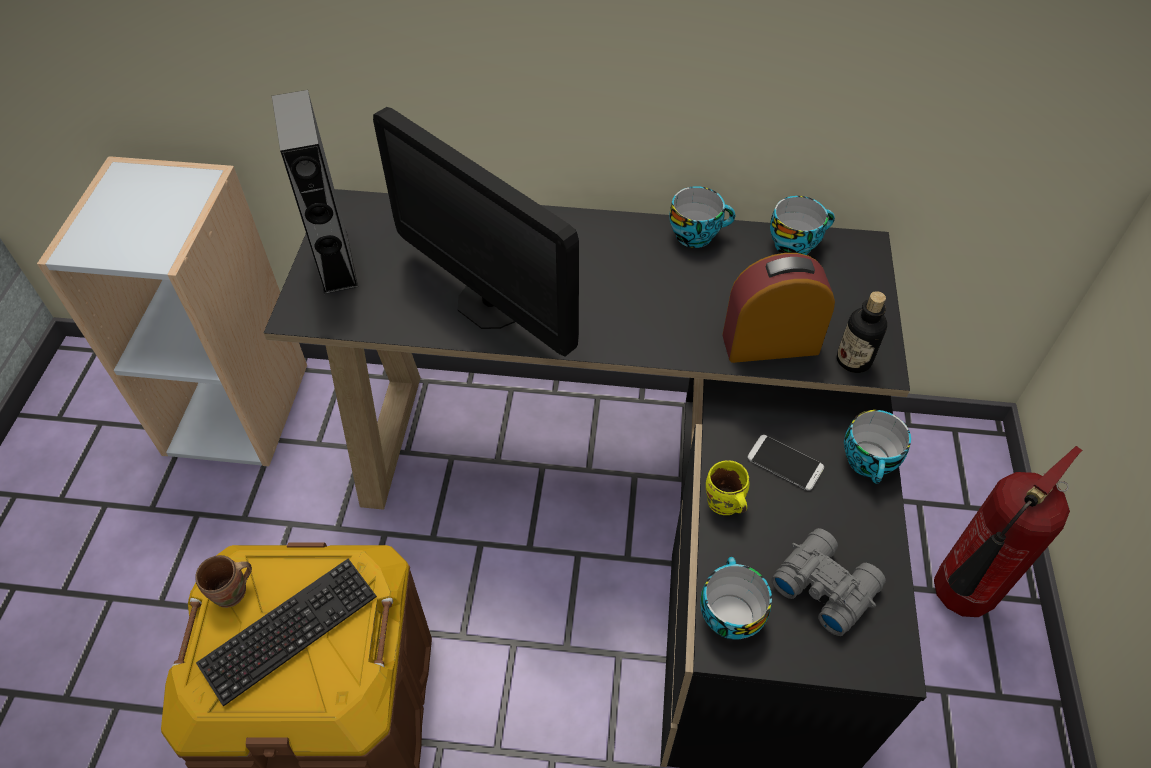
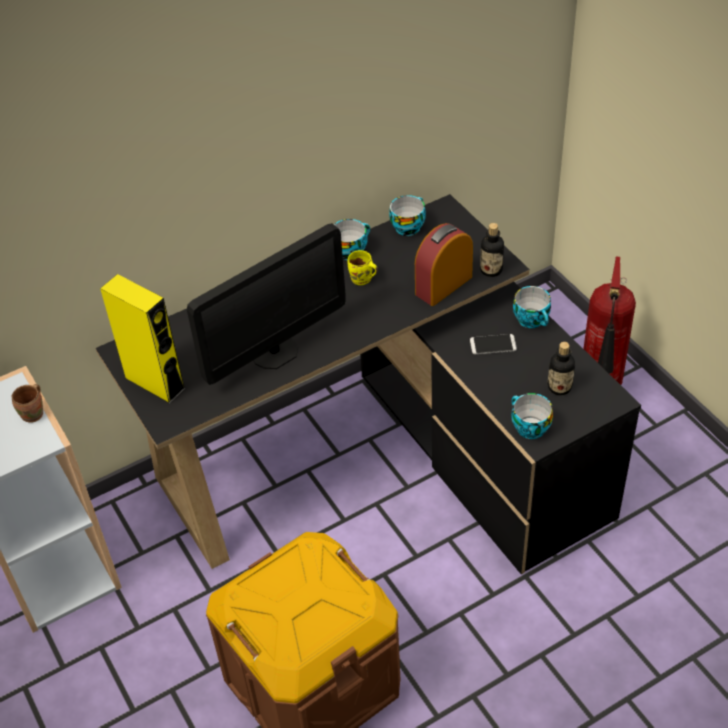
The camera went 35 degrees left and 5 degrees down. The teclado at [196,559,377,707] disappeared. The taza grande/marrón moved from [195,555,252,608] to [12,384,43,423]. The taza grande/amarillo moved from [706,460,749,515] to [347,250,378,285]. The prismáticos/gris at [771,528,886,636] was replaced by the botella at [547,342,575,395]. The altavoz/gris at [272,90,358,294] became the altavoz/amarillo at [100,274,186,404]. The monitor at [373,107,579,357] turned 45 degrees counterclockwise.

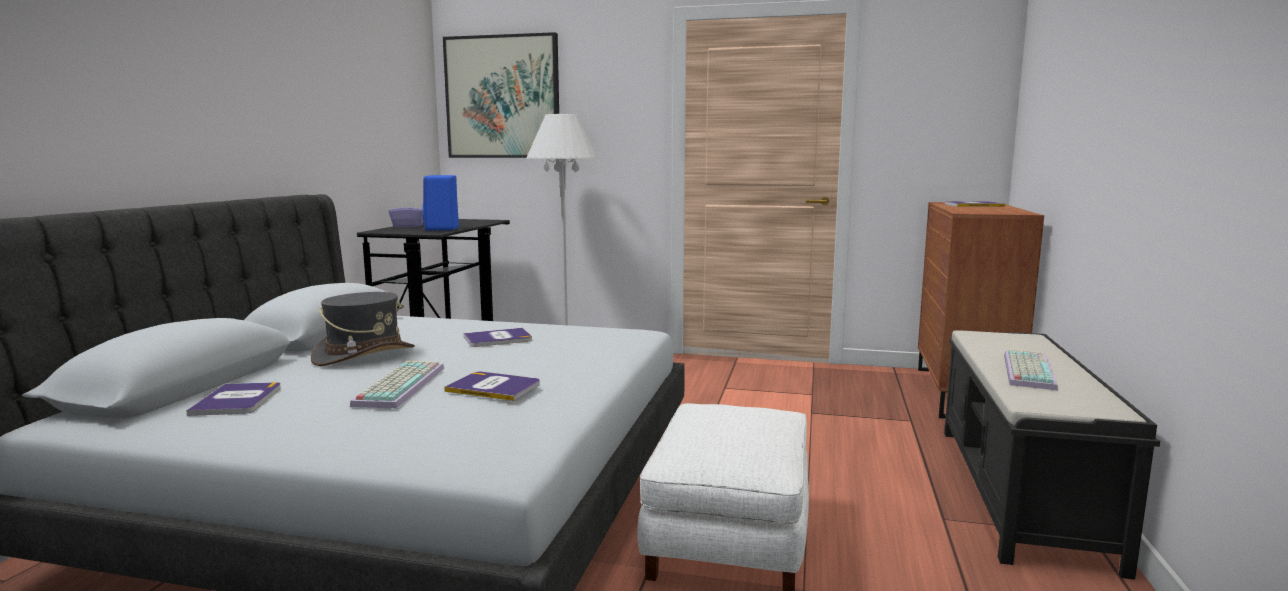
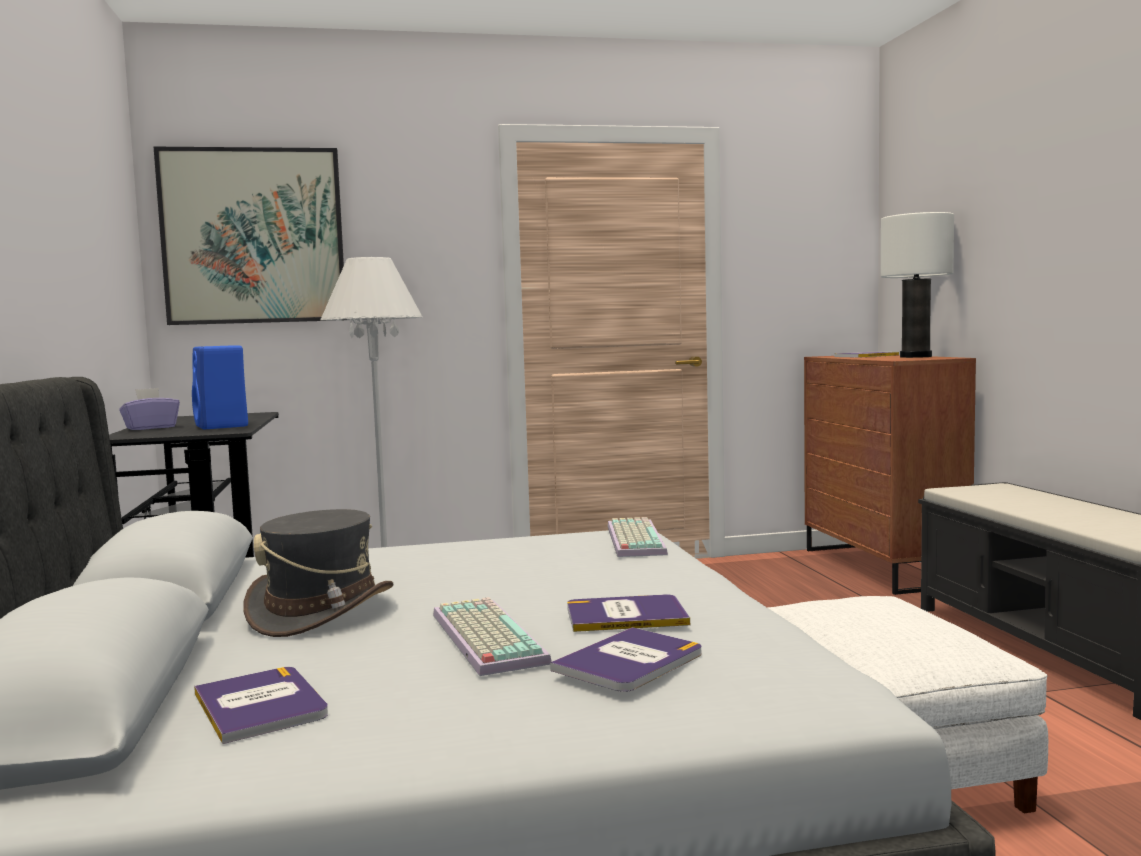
The camera went 25 degrees left and 5 degrees down. The lámpara de mesa/blanco at [881,212,954,358] appeared. The libro moved from [464,328,532,347] to [550,627,702,692]. The teclado moved from [1004,349,1058,391] to [607,517,668,557].

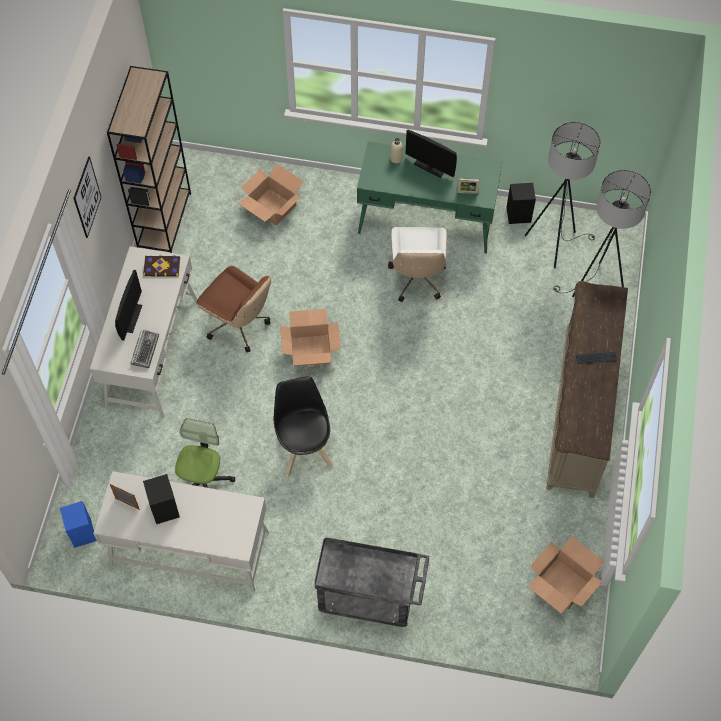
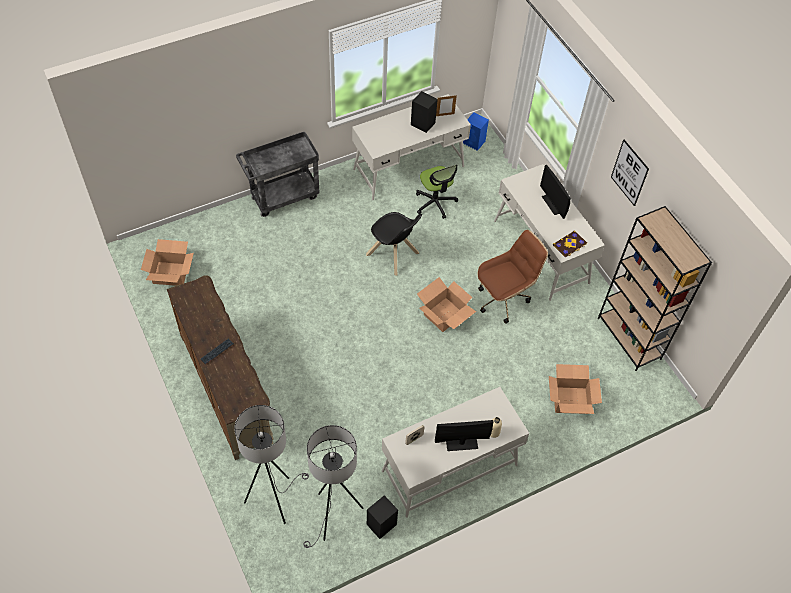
The camera went 140 degrees right and 5 degrees down. The teclado at [131,330,159,368] disappeared. The silla de oficina/blanco at [388,227,447,302] disappeared. The escritorio/verde at [357,141,502,254] became the escritorio/blanco at [382,387,529,518]. The silla de oficina/marrón at [196,266,271,353] turned 150 degrees clockwise.

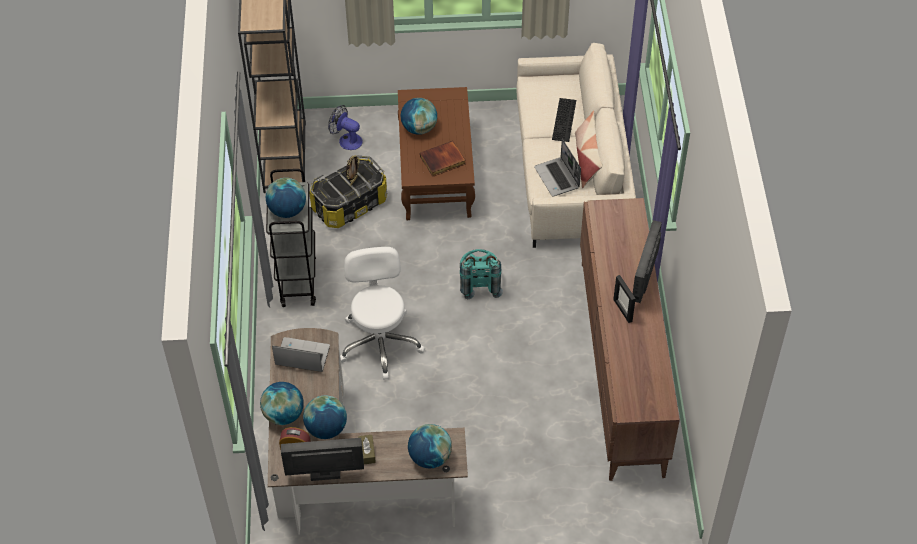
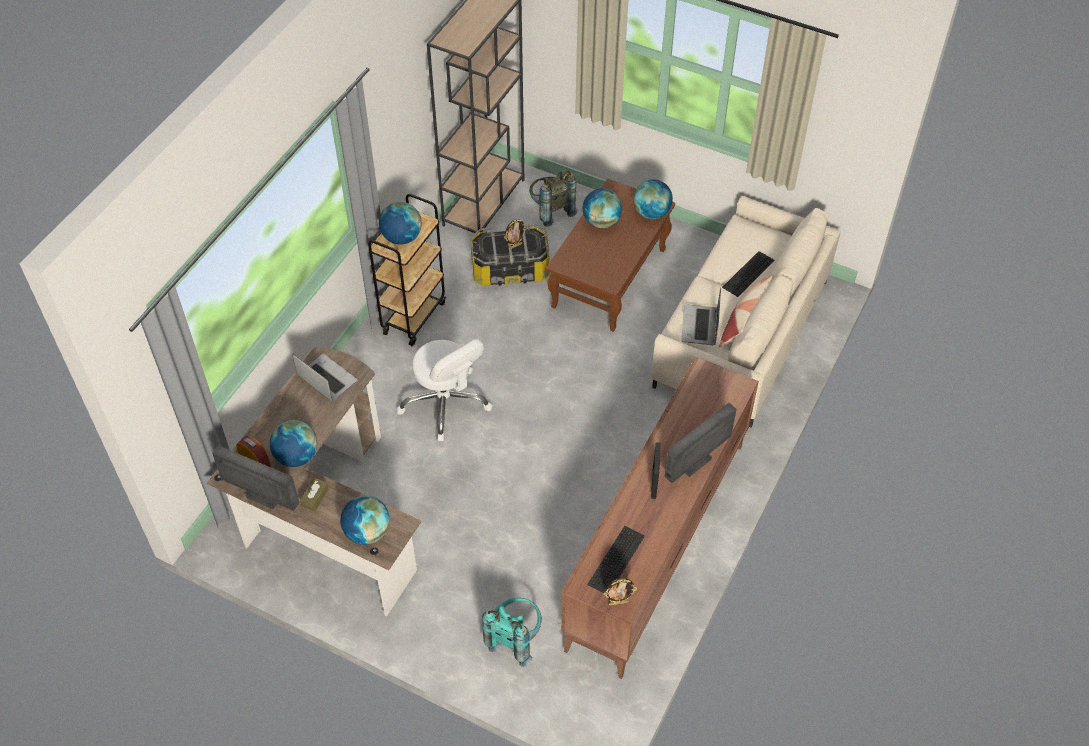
The camera went 30 degrees right and 0 degrees up. The libro at [420,141,466,177] disappeared. The teclado at [587,526,645,593] appeared. The portarretratos at [604,578,637,606] appeared. The globo terráqueo moved from [260,382,304,425] to [633,179,673,219]. The mochila/turquesa moved from [460,249,503,299] to [482,598,542,667]. The ventilador at [328,105,362,150] was replaced by the mochila/gris at [529,171,577,227]. The carrito/gris at [266,169,316,307] became the carrito/marrón at [368,194,446,346]. The silla de oficina/blanco at [340,247,425,379] turned 120 degrees clockwise.

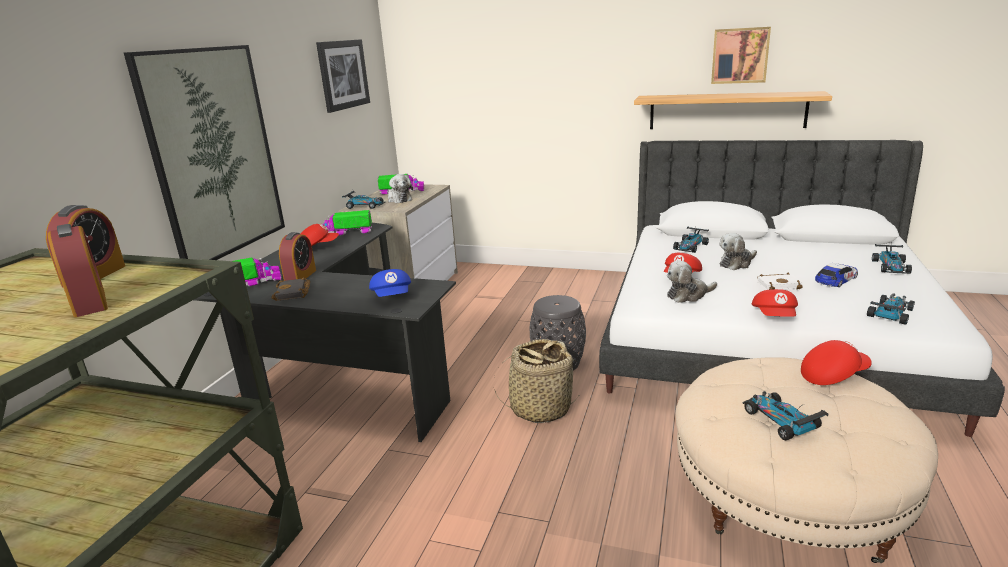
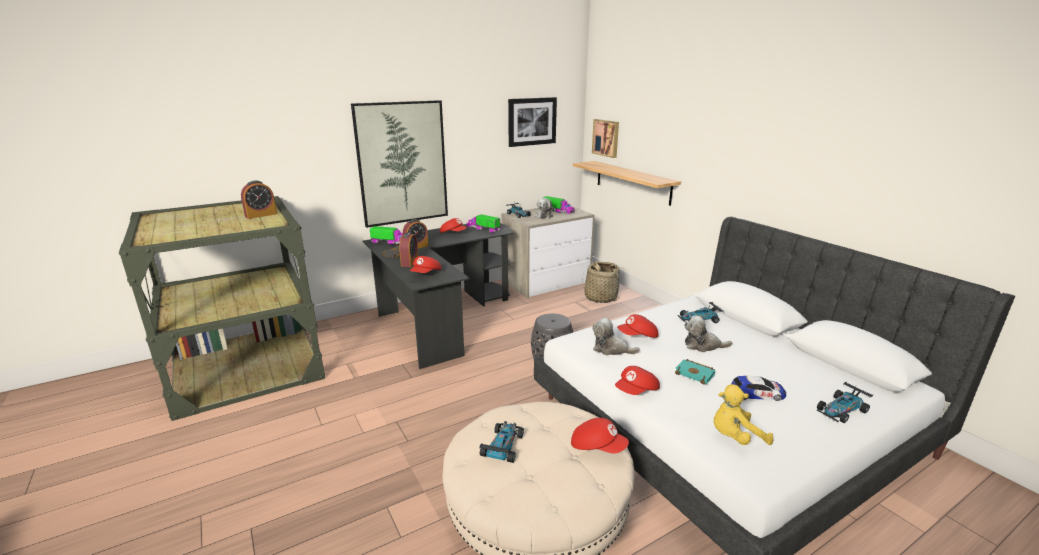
The camera went 40 degrees right and 0 degrees up. The despertador moved from [48,224,108,317] to [399,233,418,267]. The cesta moved from [494,339,580,423] to [582,261,620,303]. The estante moved from [634,91,832,129] to [573,161,681,206]. The cuadro moved from [711,27,771,84] to [592,119,619,158]. The coche de juguete at [867,293,915,325] was replaced by the peluche/amarillo at [714,384,773,445]. The gorra/azul at [369,269,411,297] became the gorra/rojo at [410,256,442,273]. The libro/blanco at [757,272,803,290] became the libro/turquesa at [675,359,715,384].

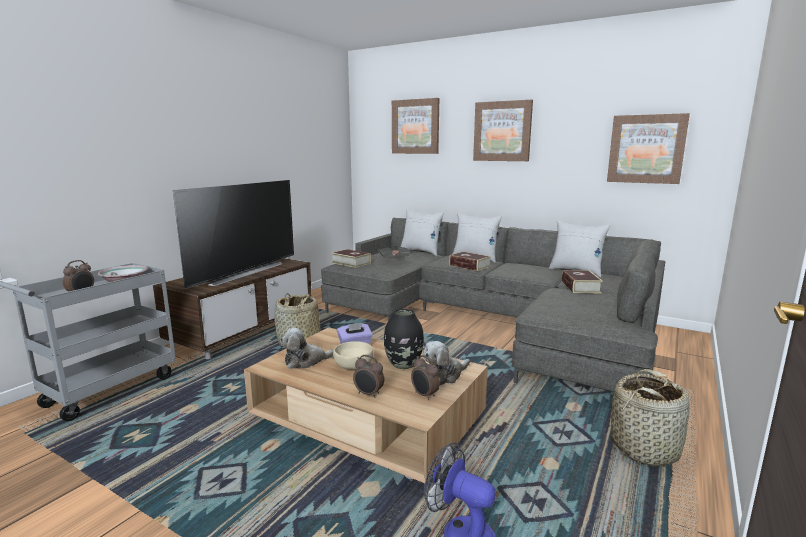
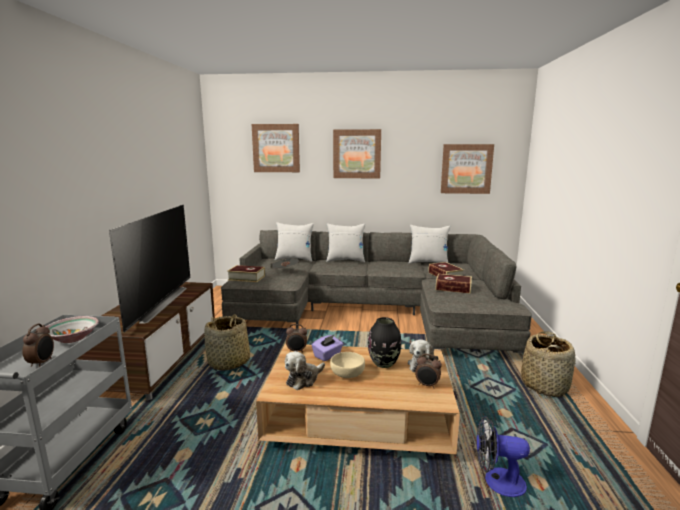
The camera went 25 degrees left and 0 degrees up. The despertador moved from [353,355,384,398] to [286,324,307,353]. The libro moved from [449,252,491,271] to [435,274,472,294].

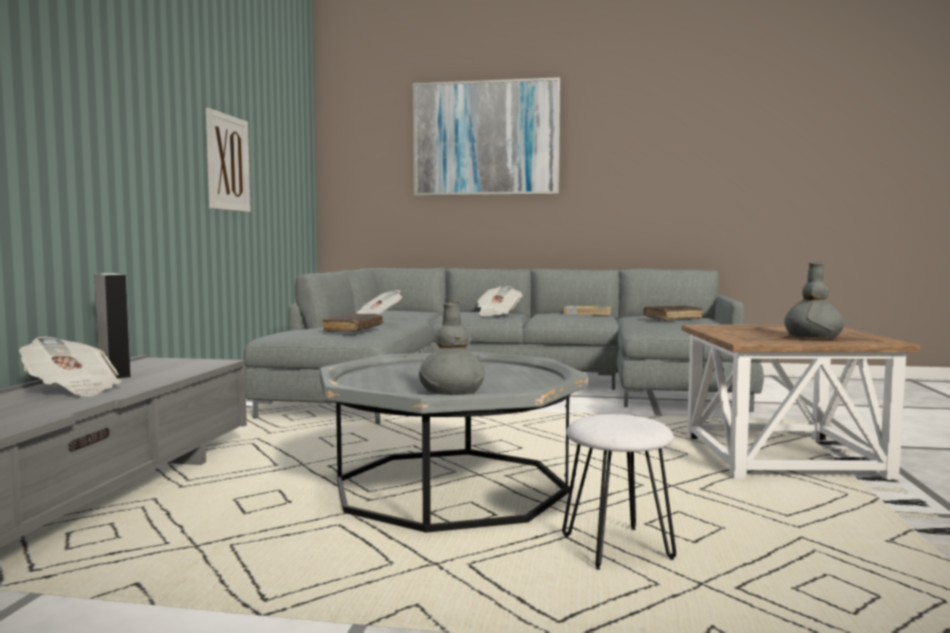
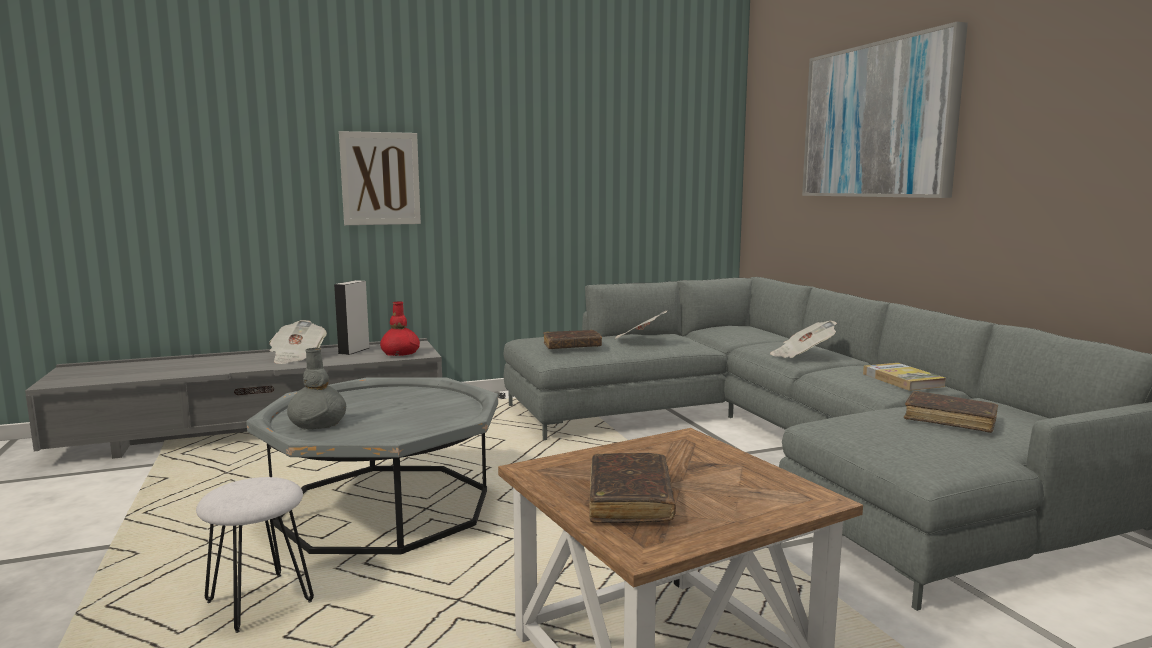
The camera went 60 degrees right and 5 degrees up. The florero/rojo at [380,301,420,356] appeared. The cuadro moved from [206,108,251,212] to [339,131,421,225]. The florero/gris at [784,263,844,338] was replaced by the libro/marrón at [589,453,676,523].

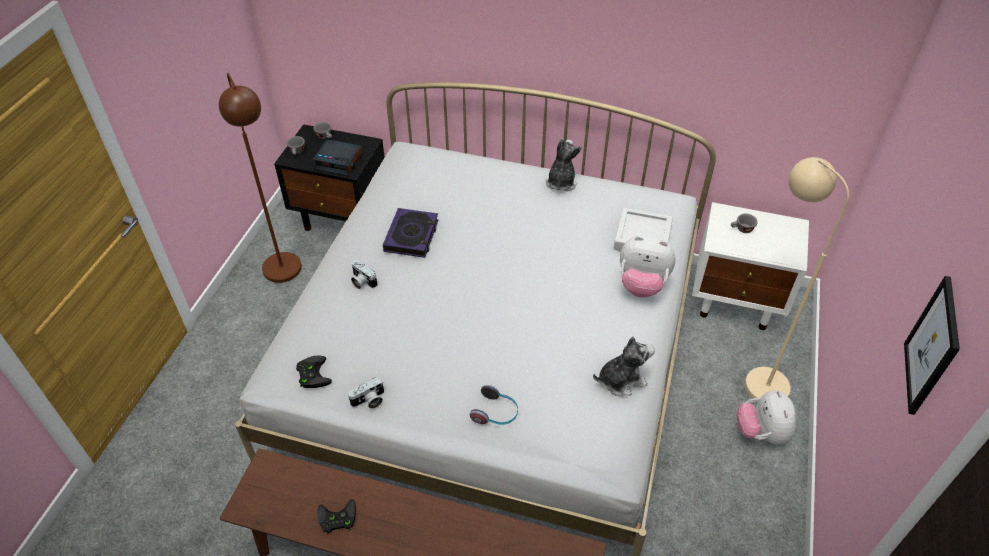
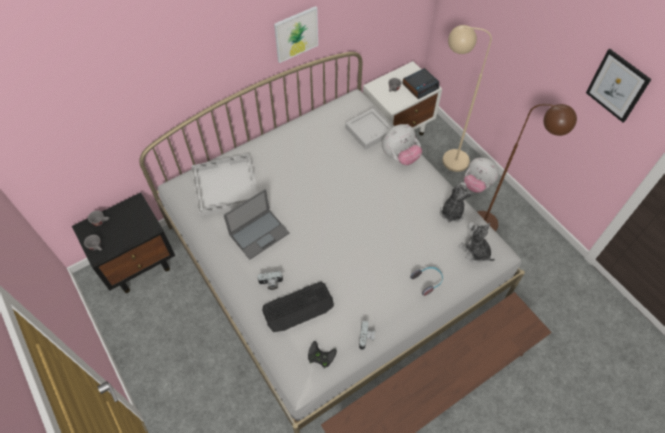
The camera went 50 degrees left and 10 degrees up. The mando de consola/negro at [318,499,356,535] disappeared. The bandeja/blanco at [191,154,258,216] appeared. The teclado at [262,282,334,332] appeared. The cuadro at [274,6,318,63] appeared. The lámpara de pie/marrón moved from [219,73,302,283] to [477,104,577,232]. The despertador moved from [313,139,363,176] to [402,68,439,99]. The peluche moved from [546,138,582,191] to [459,222,495,263]. The libro at [383,208,439,258] was replaced by the portátil at [224,189,290,260].

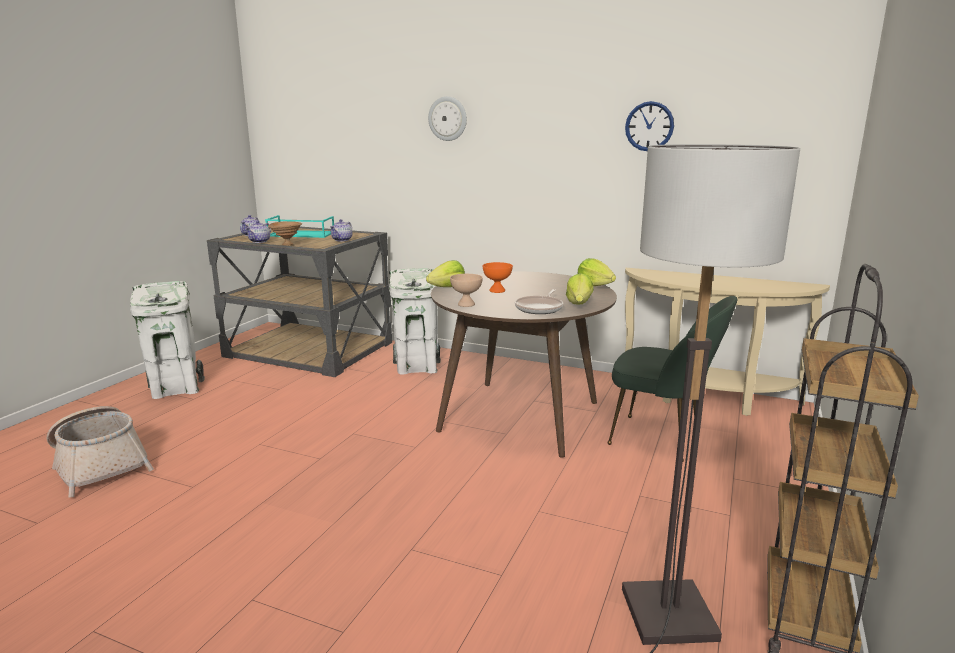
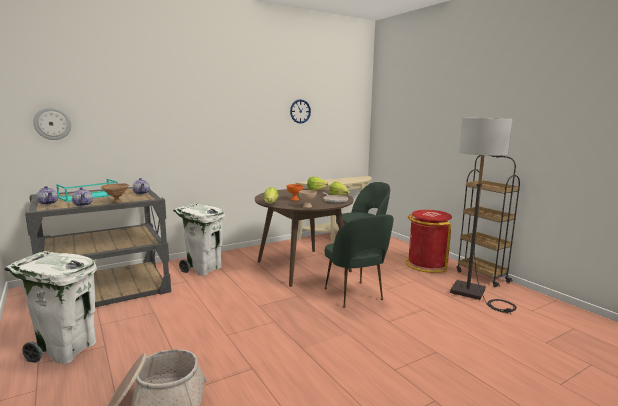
The camera went 55 degrees left and 5 degrees down. The silla/verde at [324,215,394,308] appeared. The papelera/rojo at [406,210,452,273] appeared. The reloj de pared moved from [428,96,467,141] to [33,107,71,140].

